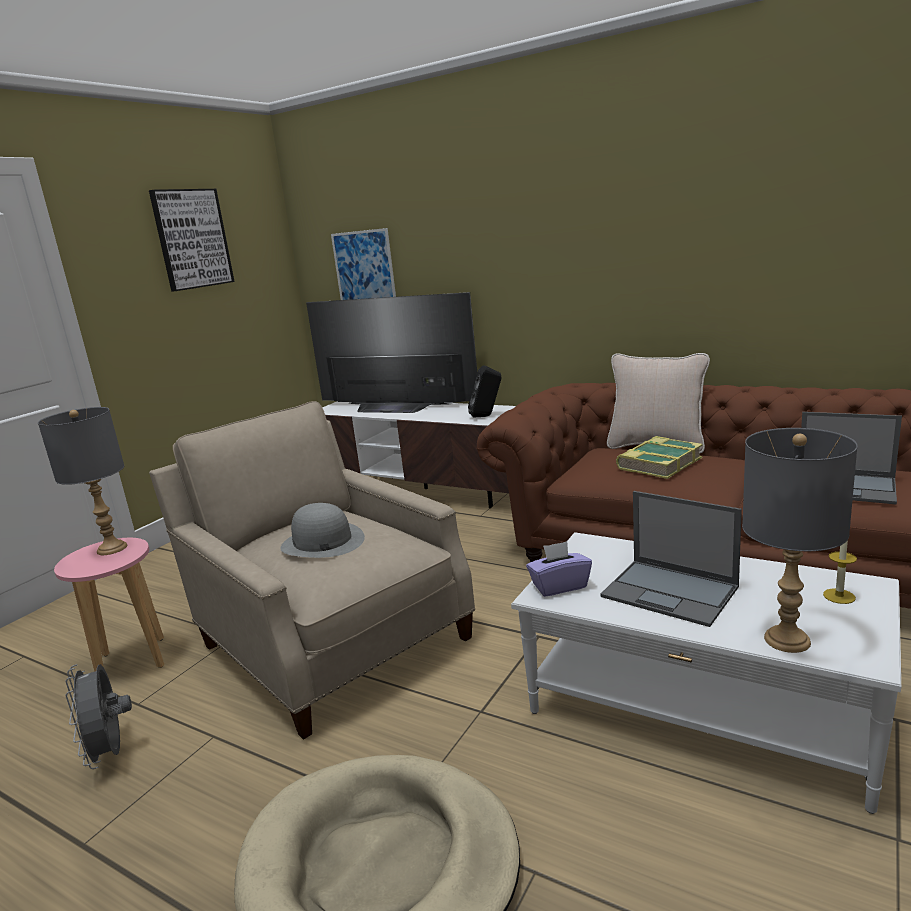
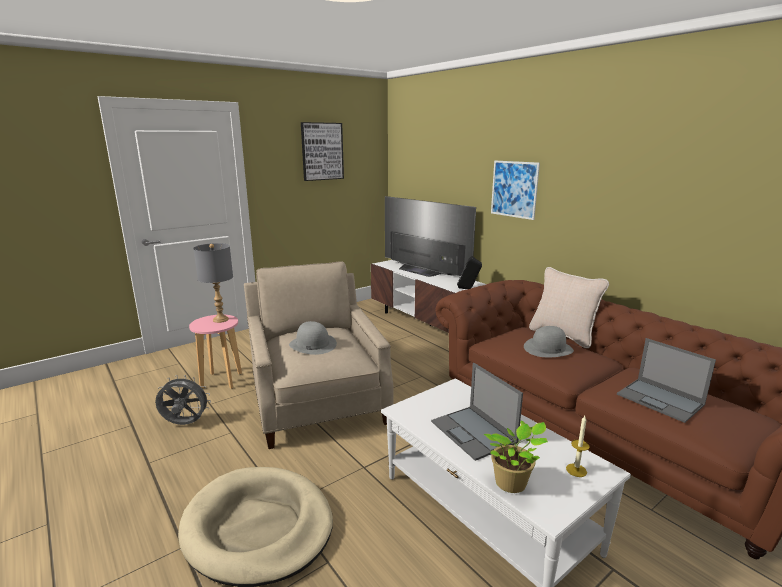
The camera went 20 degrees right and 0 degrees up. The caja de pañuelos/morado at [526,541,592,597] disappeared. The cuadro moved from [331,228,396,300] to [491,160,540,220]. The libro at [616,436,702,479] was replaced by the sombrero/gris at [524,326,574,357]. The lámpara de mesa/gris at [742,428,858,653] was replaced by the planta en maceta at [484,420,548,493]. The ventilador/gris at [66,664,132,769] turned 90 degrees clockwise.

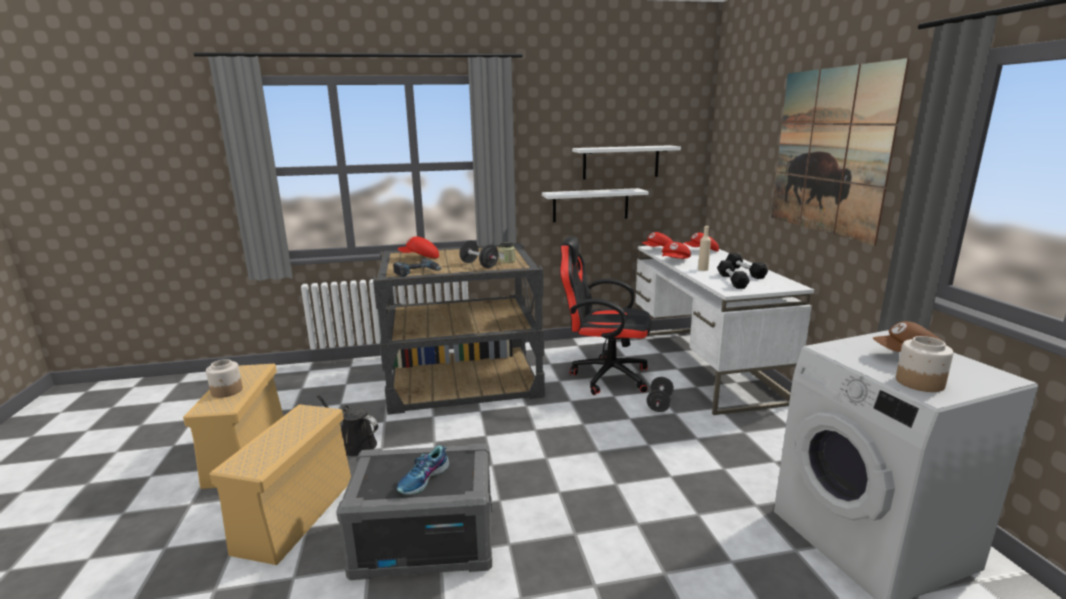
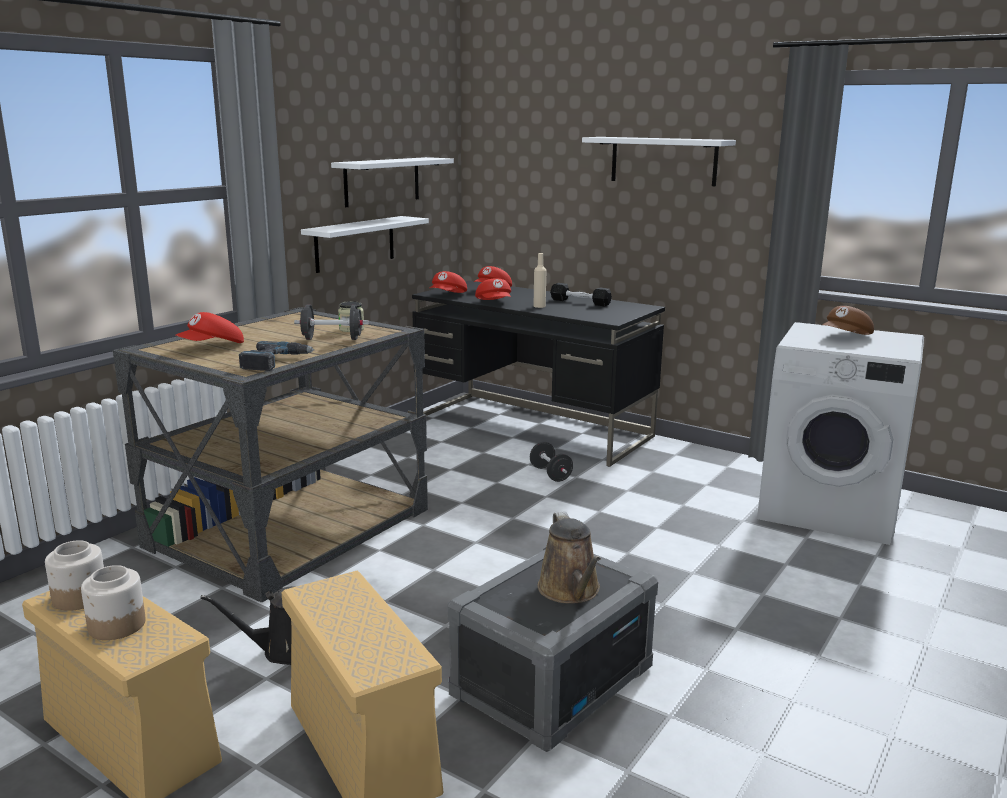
The camera went 45 degrees left and 0 degrees up. The silla de oficina/negro at [560,236,652,395] disappeared. The mancuerna/negro at [717,260,750,289] disappeared. The tarro moved from [896,336,954,392] to [45,540,104,611]. The zapato at [397,445,449,495] was replaced by the regadera/marrón at [538,511,601,604]. The cuadro at [771,58,910,246] was replaced by the estante/blanco at [582,137,736,186]. The escritorio/blanco at [635,244,814,415] became the escritorio/negro at [412,281,665,467].

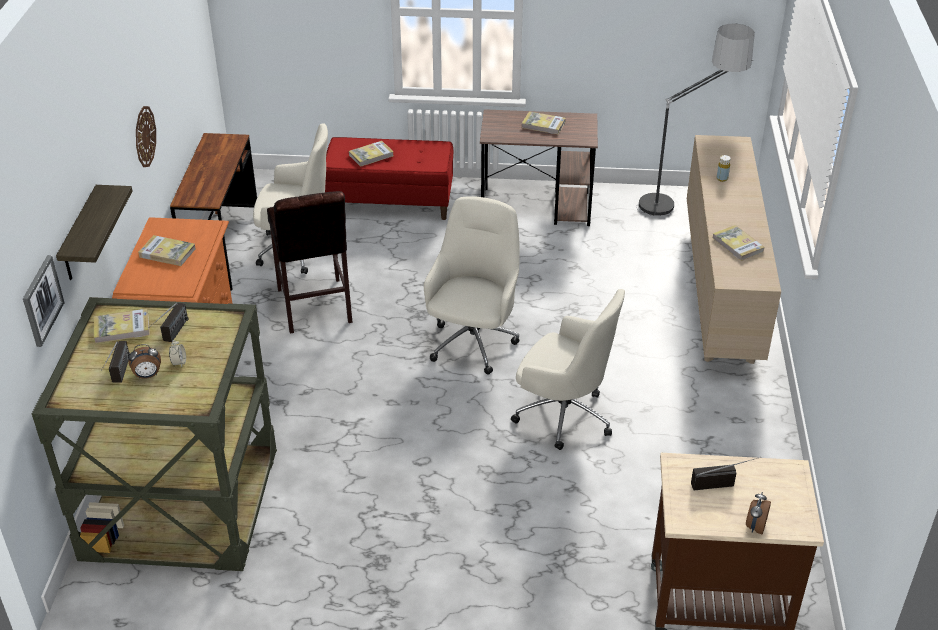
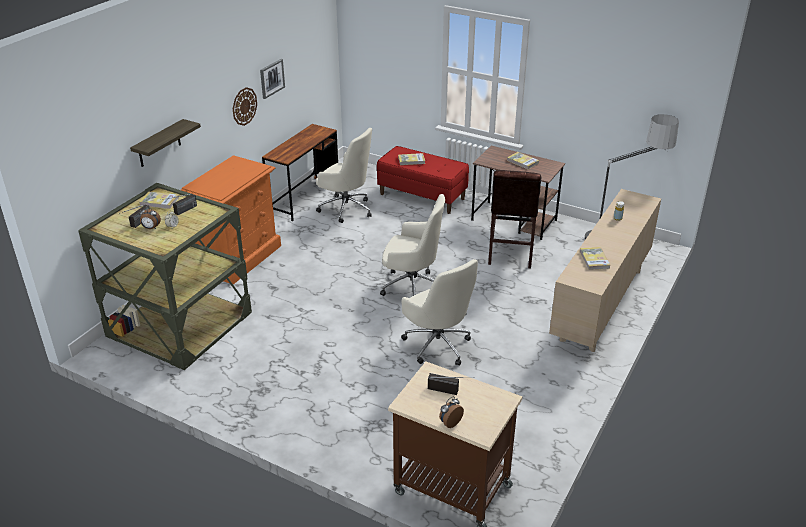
The camera went 25 degrees right and 5 degrees down. The libro at [138,235,195,266] disappeared. The cuadro moved from [23,255,65,347] to [260,59,285,99]. The taburete/marrón moved from [267,191,352,334] to [488,170,541,268]. The silla de oficina/beis at [424,196,520,375] turned 60 degrees clockwise.

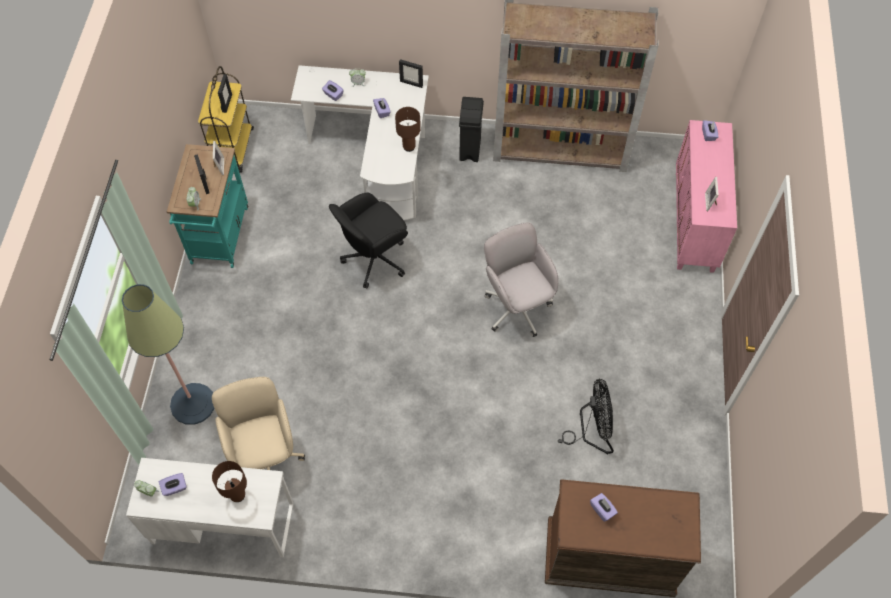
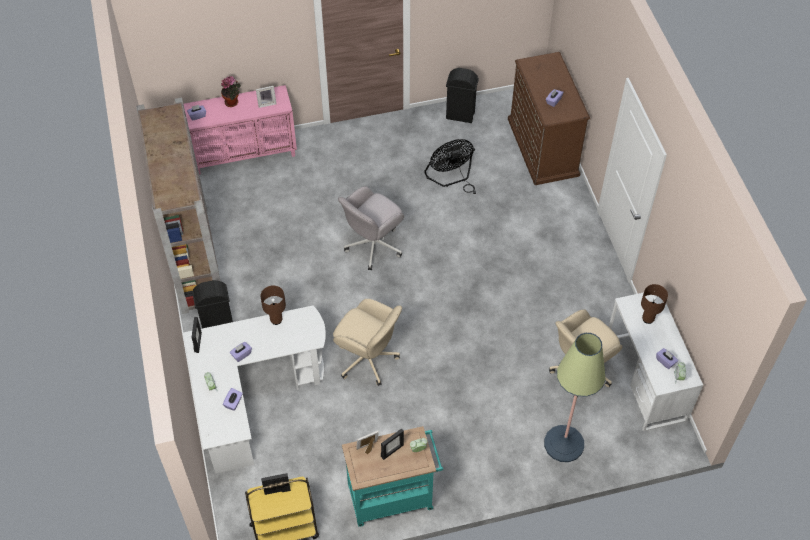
The camera went 110 degrees left and 5 degrees down. The planta en maceta at [221,76,241,107] appeared. The papelera/negro at [446,68,479,123] appeared. The silla de oficina/negro at [329,193,408,288] became the silla de oficina/beis at [333,299,402,386].

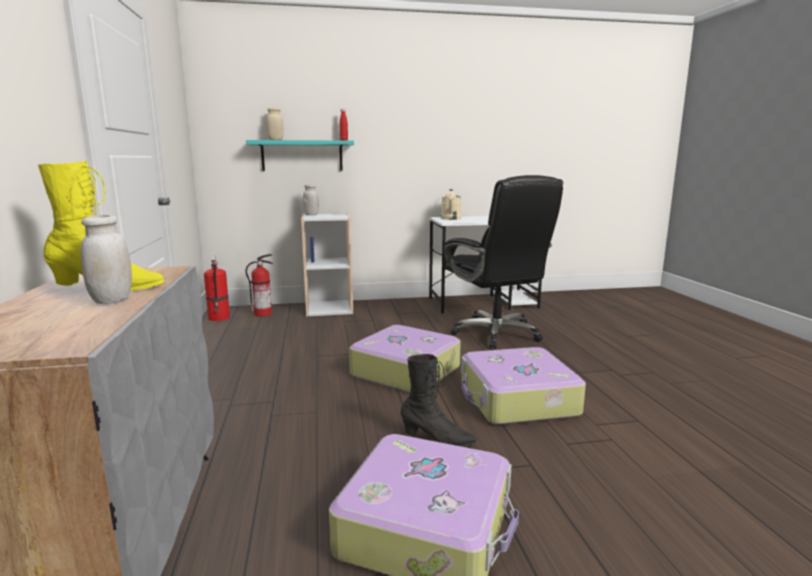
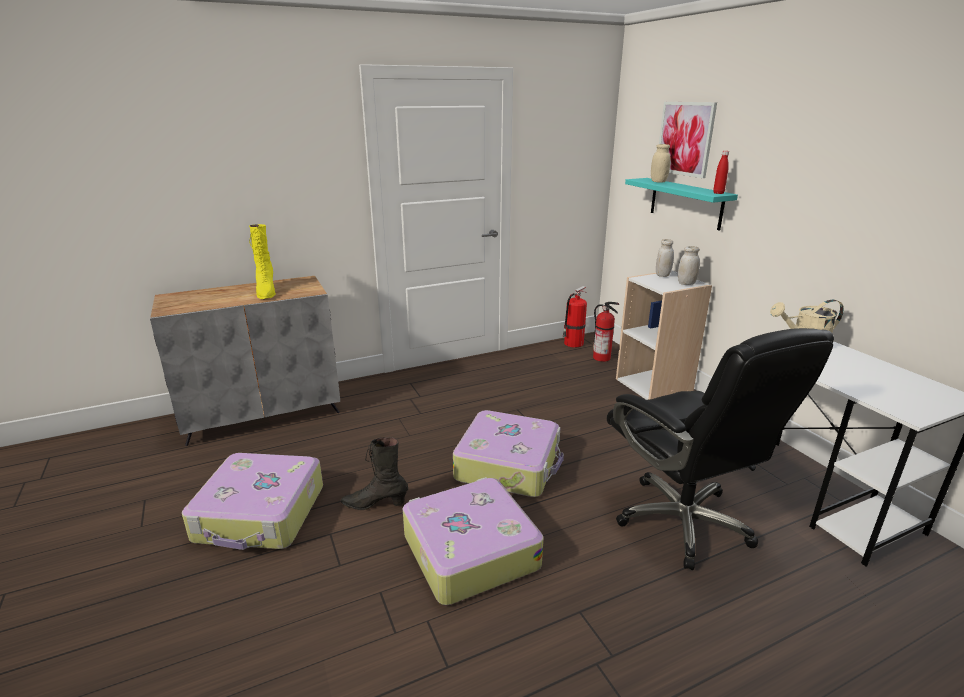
The camera went 75 degrees right and 10 degrees up. The cuadro at [659,102,717,178] appeared. The tarro/blanco moved from [81,215,132,304] to [678,246,700,285]. The bota/negro at [401,354,477,447] turned 90 degrees clockwise. The silla de oficina/negro at [444,175,563,349] turned 75 degrees counterclockwise.

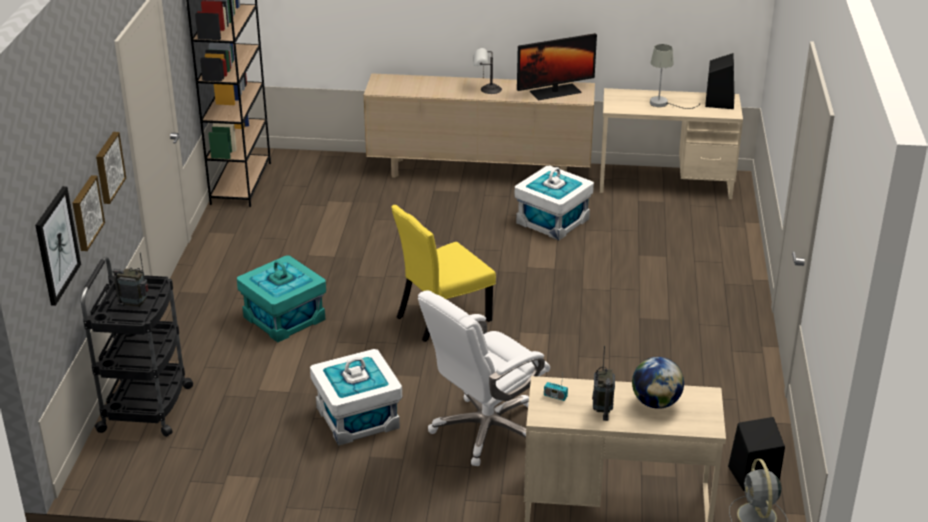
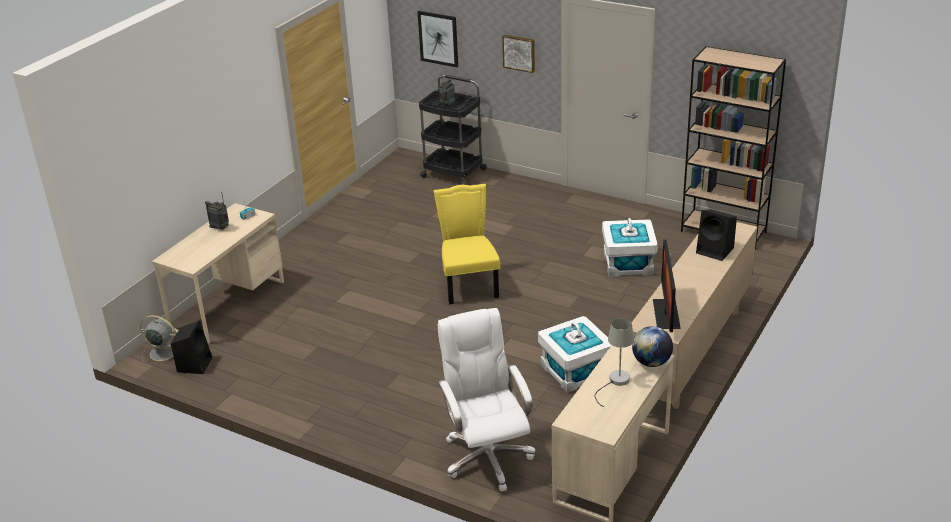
The camera went 115 degrees right and 0 degrees up. The cuadro at [73,175,105,251] disappeared. The caja de almacenaje/turquesa at [237,255,326,343] disappeared. The lámpara de mesa at [473,48,502,94] disappeared. The caja de almacenaje/blanco moved from [310,349,402,446] to [602,218,658,277]. The silla de oficina/blanco moved from [418,290,550,466] to [438,308,535,492]. The globo terráqueo moved from [632,357,684,409] to [632,326,673,367]. The altavoz/negro moved from [705,53,734,109] to [696,209,737,261].

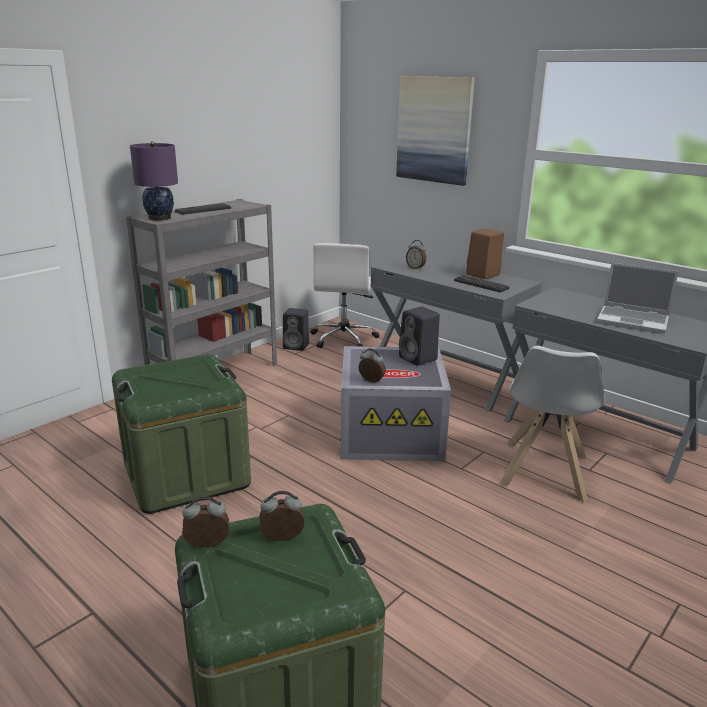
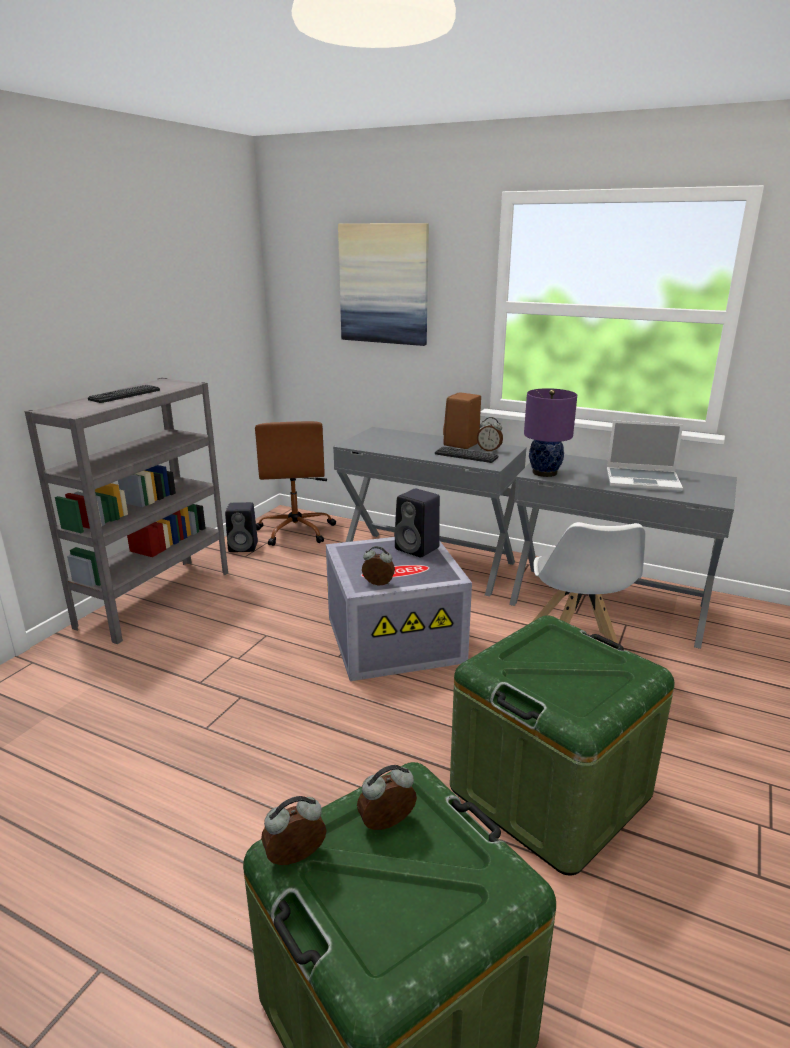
The camera went 15 degrees left and 0 degrees up. The caja de almacenaje/verde moved from [112,354,251,514] to [450,615,675,876]. The lámpara de mesa/morado moved from [130,141,178,221] to [524,388,577,477]. The despertador moved from [406,240,426,270] to [477,417,503,452]. The silla de oficina/blanco at [310,243,379,348] became the silla de oficina/marrón at [255,421,336,546].

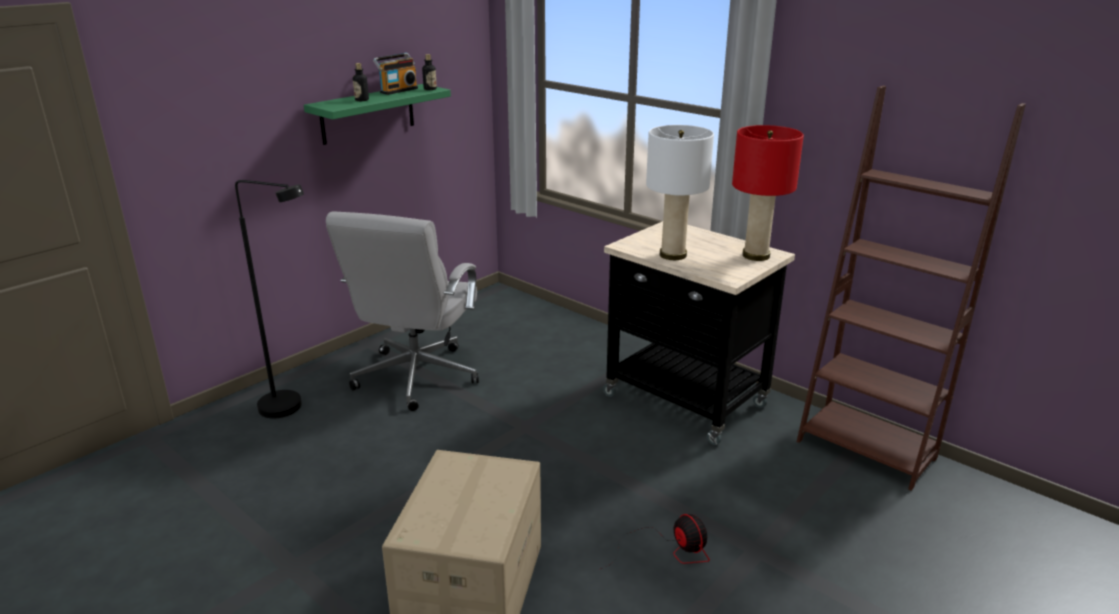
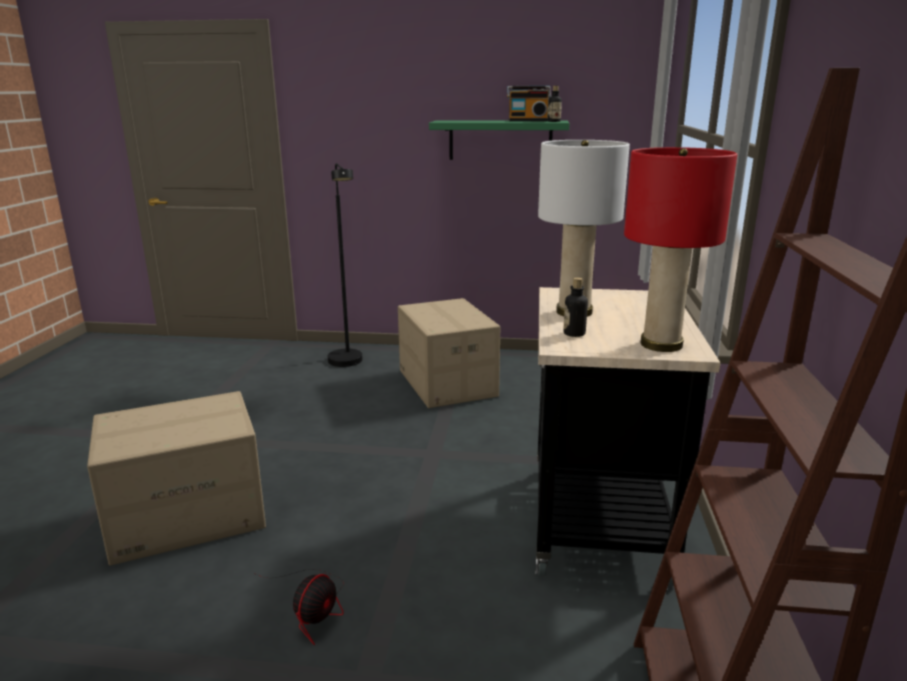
The camera went 55 degrees right and 5 degrees down. The botella moved from [353,63,369,101] to [563,277,588,337]. The silla de oficina/gris at [326,211,479,411] was replaced by the caja de cartón at [398,298,500,408].

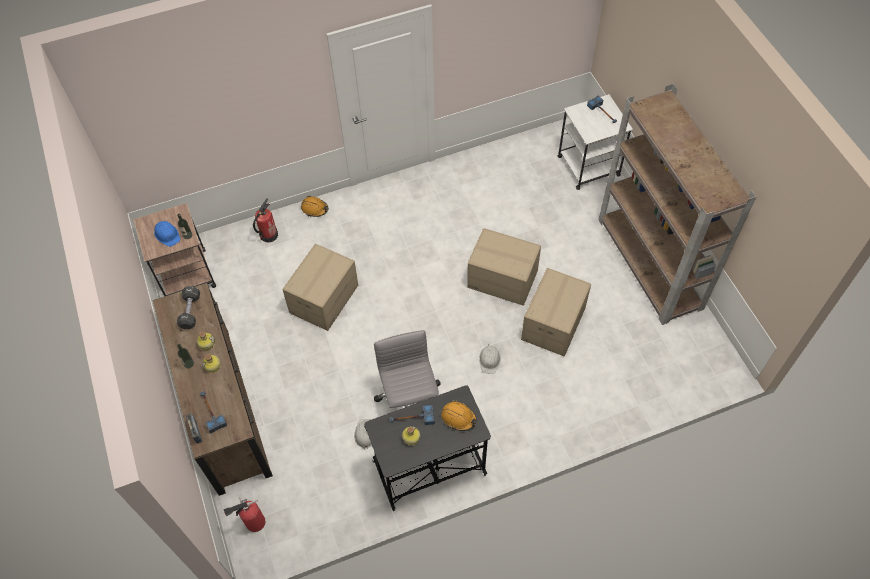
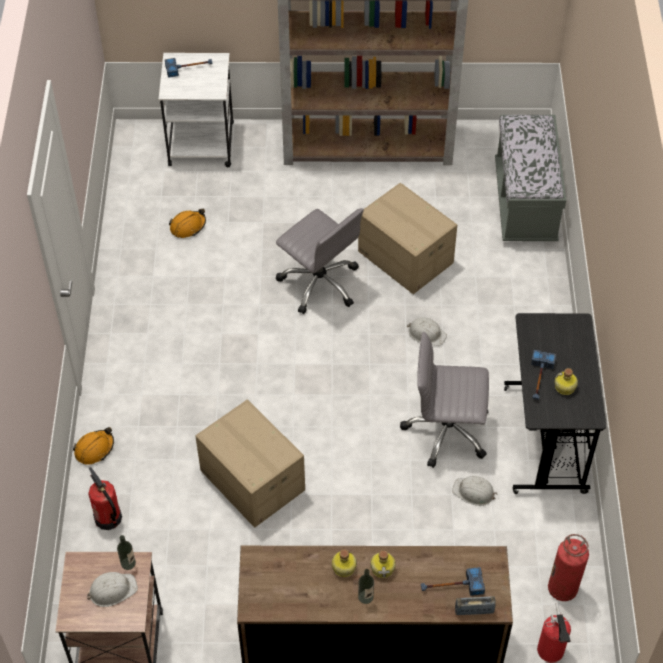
The camera went 70 degrees left and 5 degrees down. The mancuerna/negro at [177,286,200,329] disappeared. The banco/gris at [495,115,566,241] appeared. The extintor at [548,534,589,601] appeared. The casco/naranja moved from [441,400,477,431] to [169,209,206,238]. The caja de cartón at [467,228,541,306] was replaced by the silla de oficina/gris at [276,208,364,314]. The casco/azul at [154,221,180,247] became the casco/blanco at [87,572,138,607].

